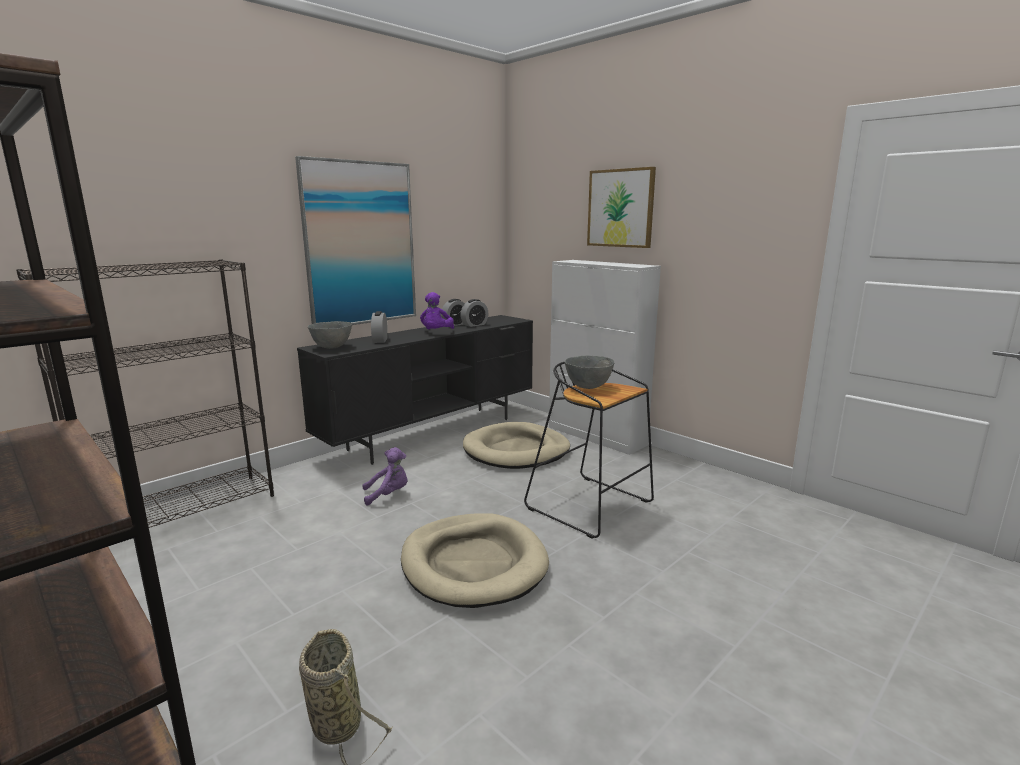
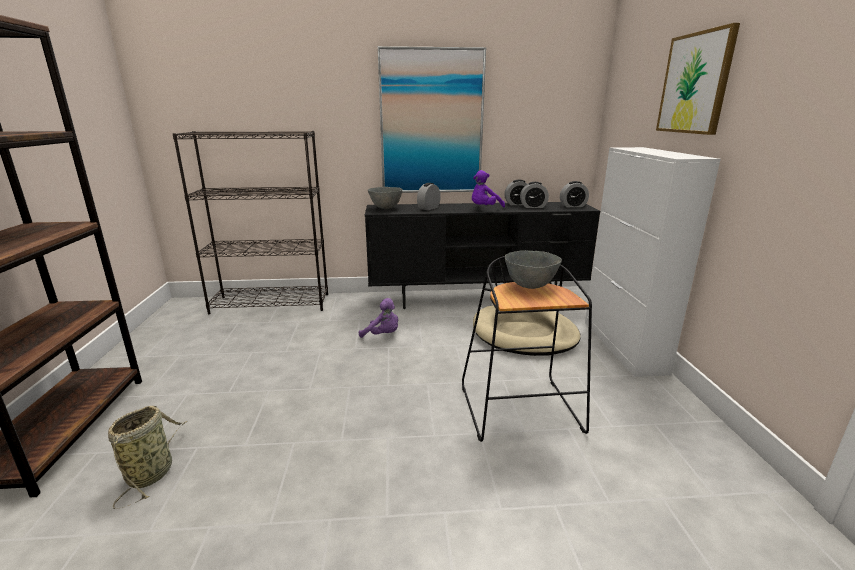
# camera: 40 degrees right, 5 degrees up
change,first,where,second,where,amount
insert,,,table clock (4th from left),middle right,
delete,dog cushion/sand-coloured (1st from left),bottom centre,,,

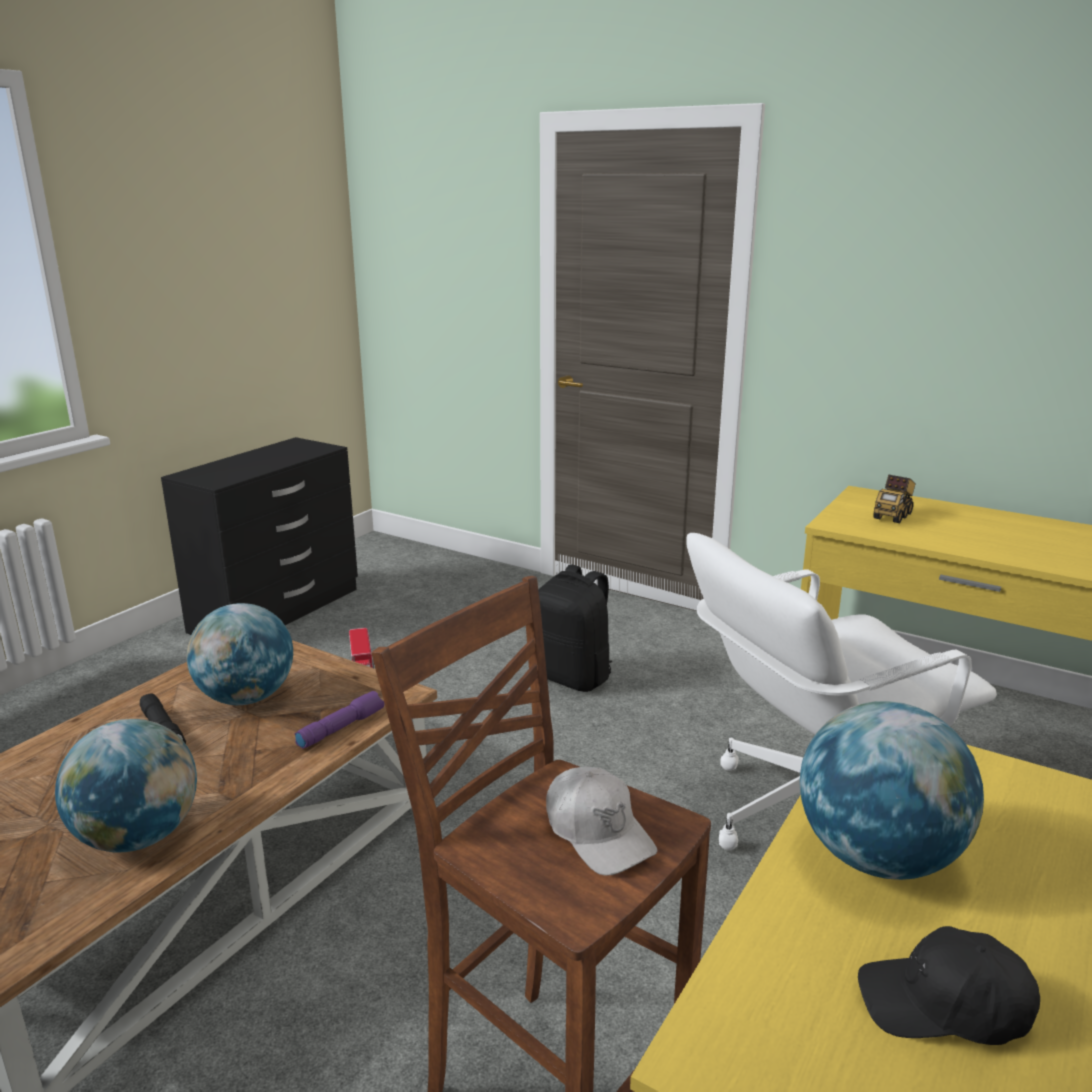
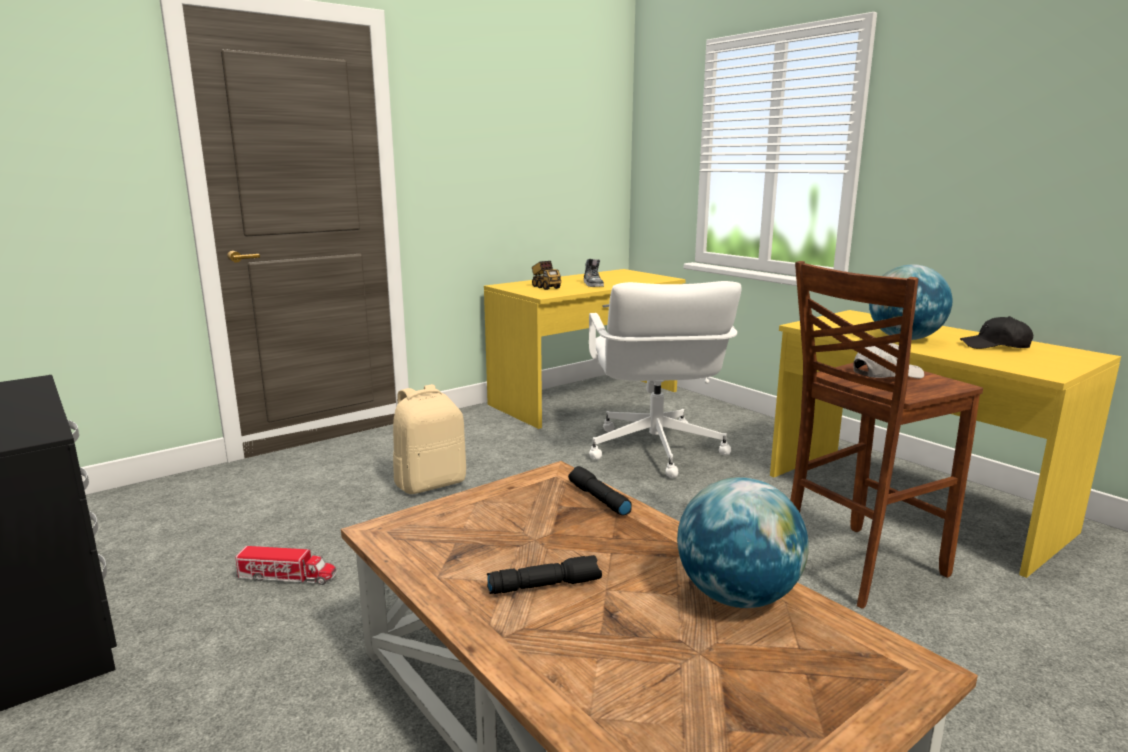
# camera: 70 degrees left, 5 degrees down
change,first,where,second,where,amount
recolor,rucksack/blackish,centre,rucksack/sand-coloured,centre,
recolor,flashlight/purple,middle left,flashlight/blackish (2nd from left),centre,
insert,,,low shoe,centre,
rotate,baseball cap/blackish,bottom right,,middle right,75 degrees clockwise
delete,desk globe (2nd from left),middle left,,,

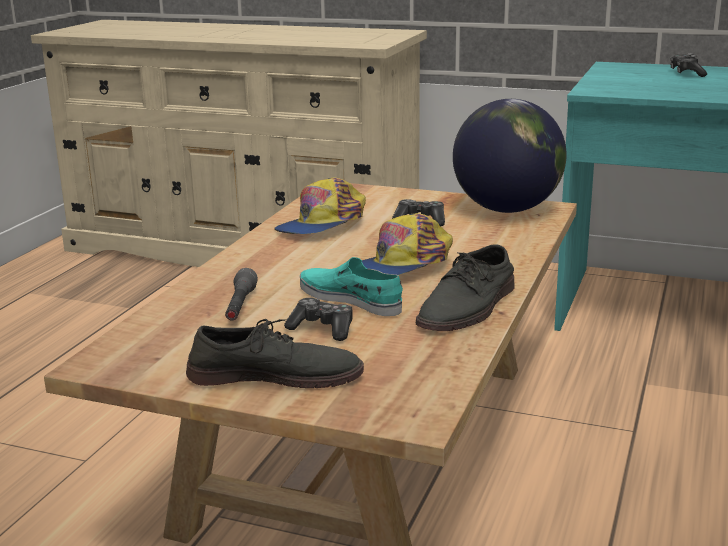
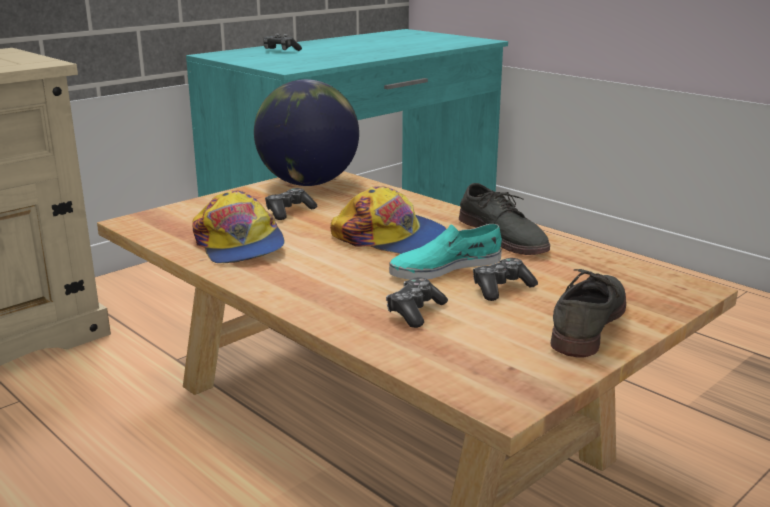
# camera: 65 degrees left, 0 degrees up
change,first,where,second,where,amount
rotate,baseball cap (2nd from left),centre,,centre,45 degrees counterclockwise
replace,flashlight/grey,middle left,game controller (3rd from left),centre,

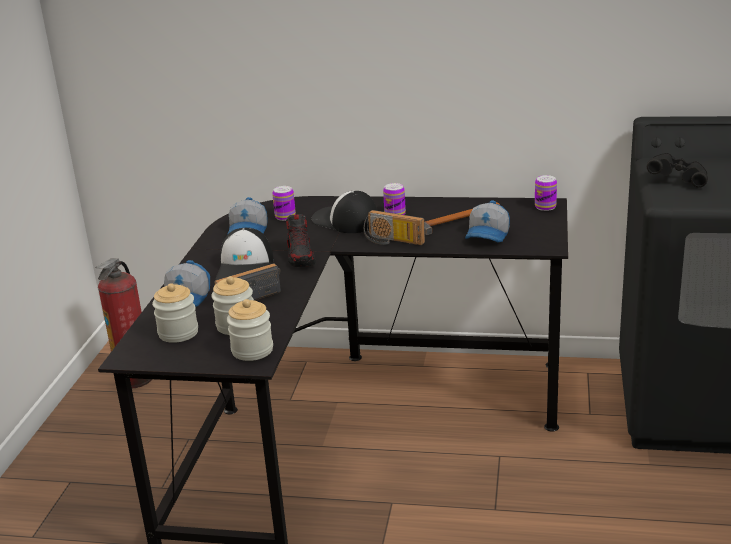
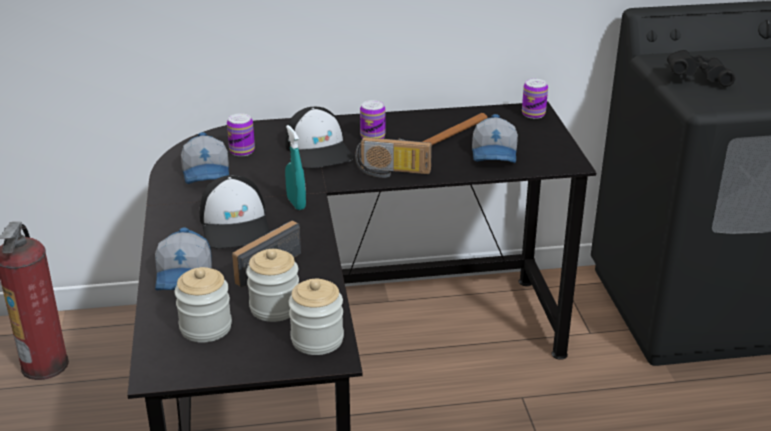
# camera: 20 degrees left, 5 degrees up
change,first,where,second,where,amount
rotate,baseball cap (4th from left),centre,,top centre,135 degrees counterclockwise
replace,low shoe,centre,hand sprayer/blue-green,centre,

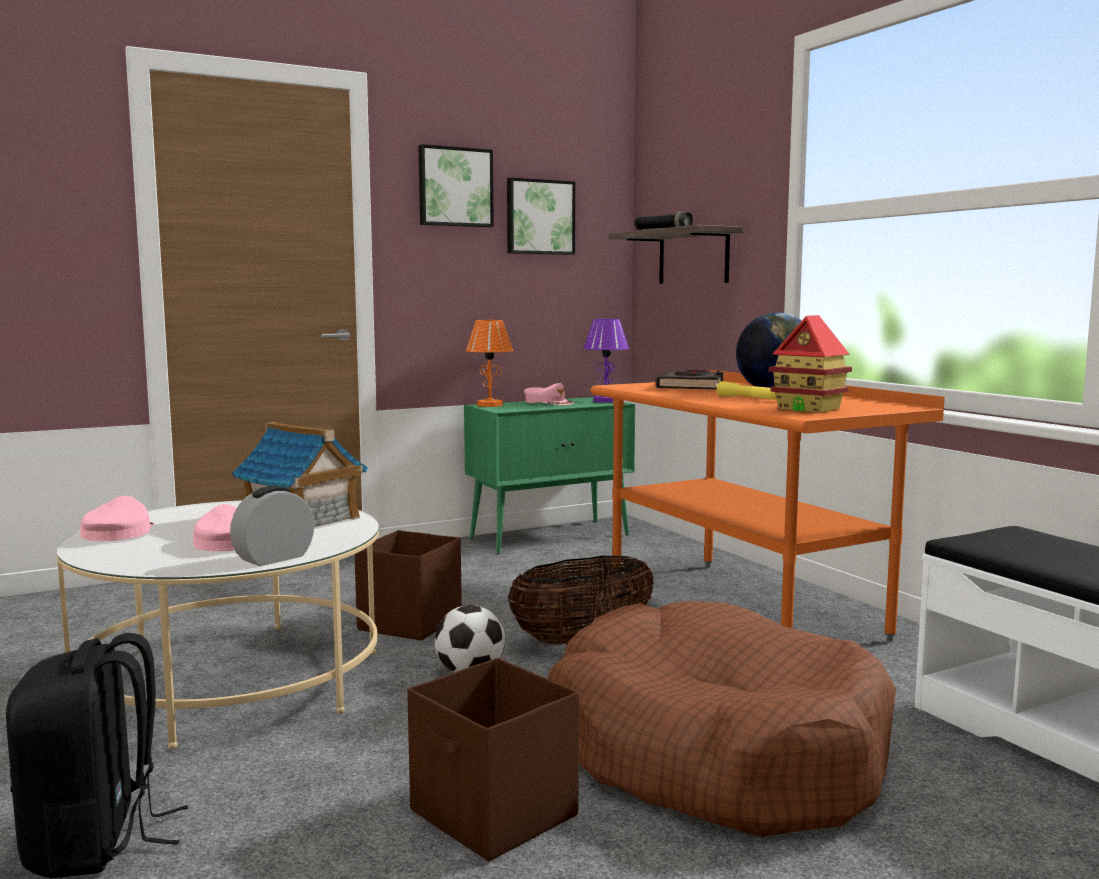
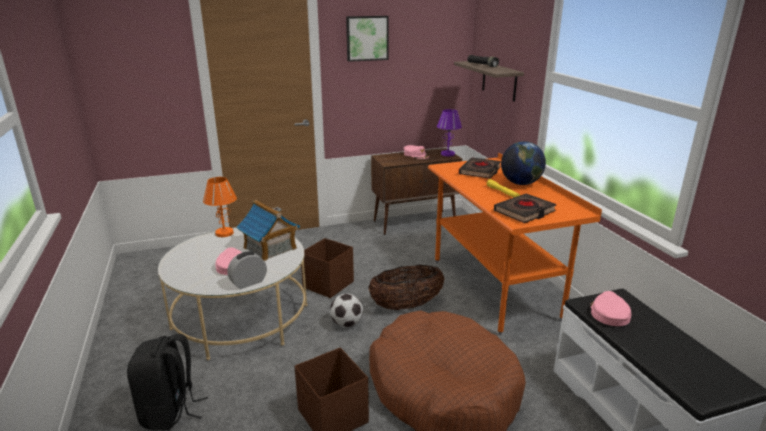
# camera: 10 degrees right, 15 degrees up
change,first,where,second,where,amount
move,table lamp/orangey,centre,,middle left,
recolor,storage cabinet/green-coloured,centre,storage cabinet/brown,centre,
replace,miniature house (2nd from left),middle right,volume/blackish (2nd from left),middle right,
move,baseball cap/pinkish (1st from left in the first image),middle left,baseball cap/pinkish (3rd from left),bottom right,
delete,wall picture (2nd from left),top centre,,,

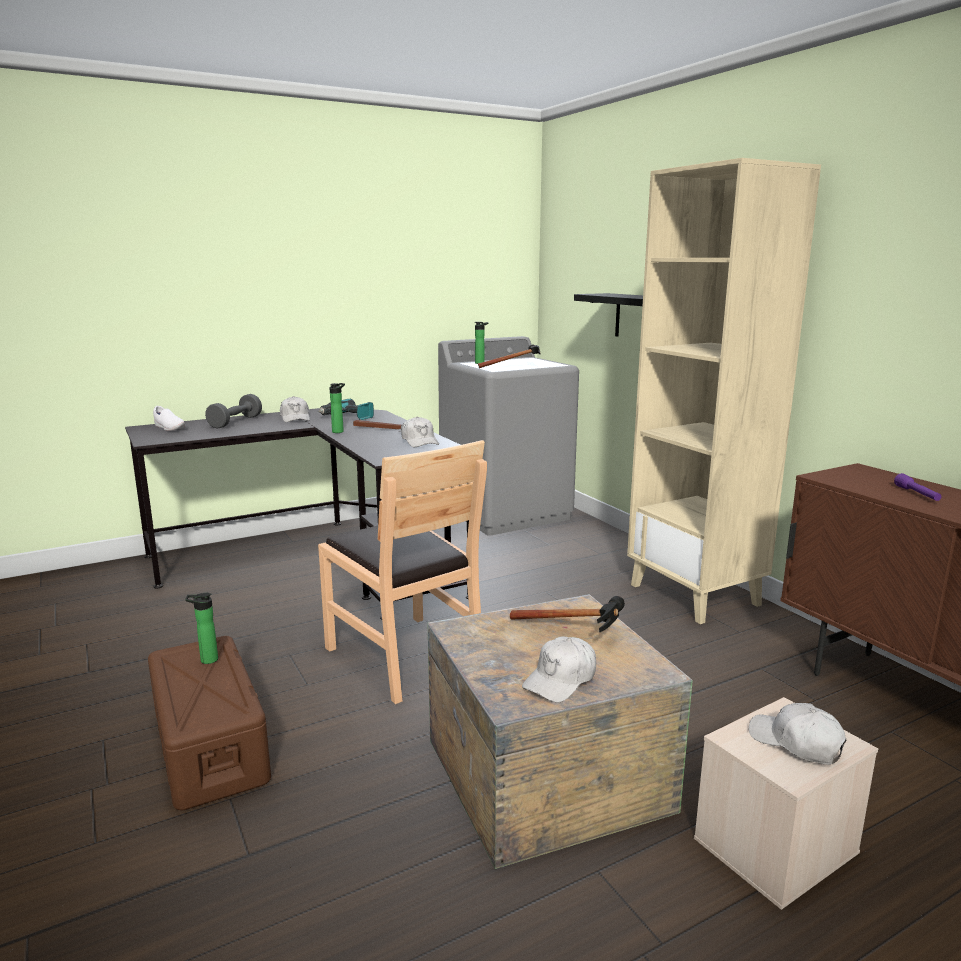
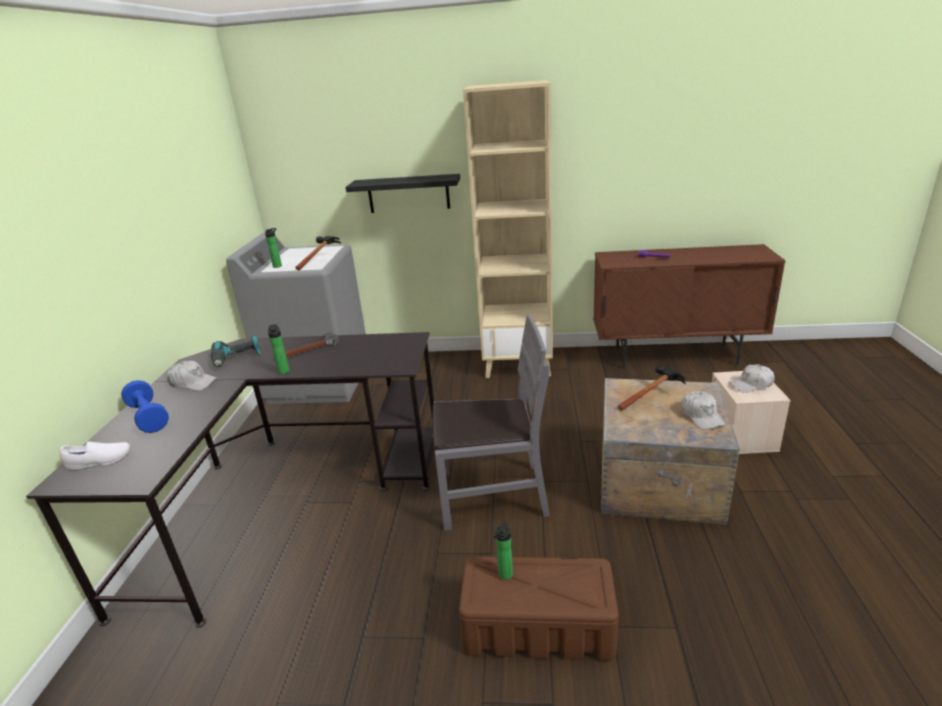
# camera: 55 degrees left, 10 degrees up
change,first,where,second,where,amount
recolor,free weight/grey,middle left,free weight/bluish,middle left,
recolor,upright chair/brown,centre,upright chair/grey,centre,
delete,baseball cap/white (2nd from left),centre,,,

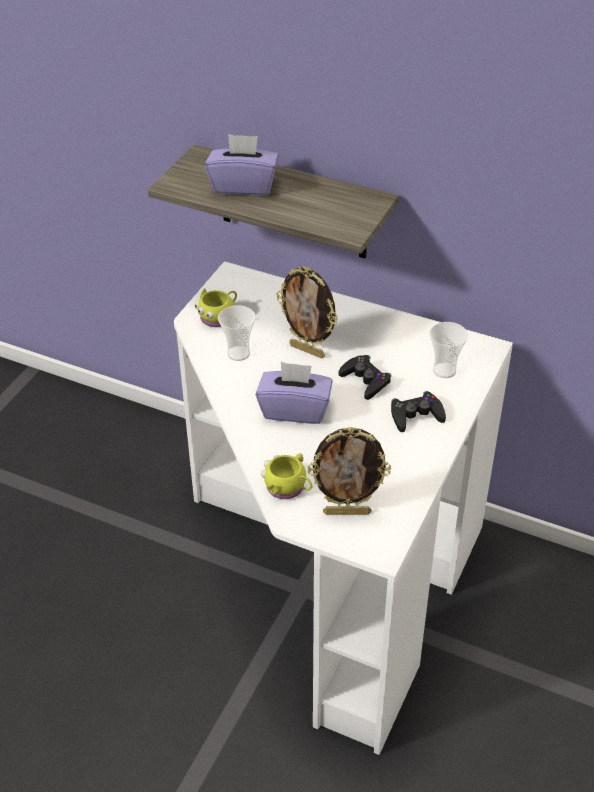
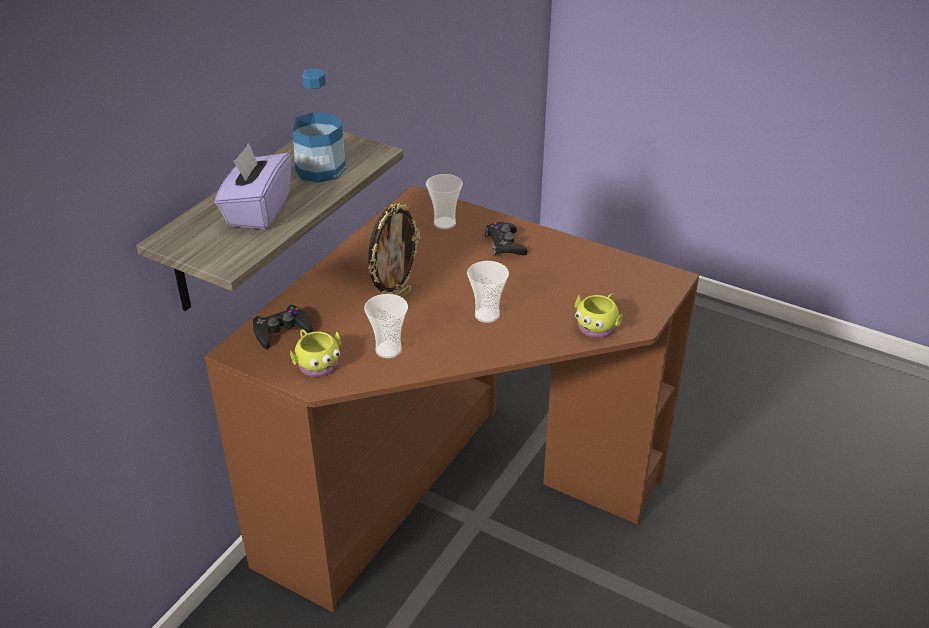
# camera: 85 degrees left, 5 degrees down
change,first,where,second,where,amount
recolor,desk/white,centre,desk/brown,centre,
move,game controller/blackish (1st from left),centre,,middle left,
insert,,,beverage bottle,top centre,
replace,tissue box/purple (2nd from left),centre,small cup (3rd from left),centre,
delete,standing frame (2nd from left),centre,,,

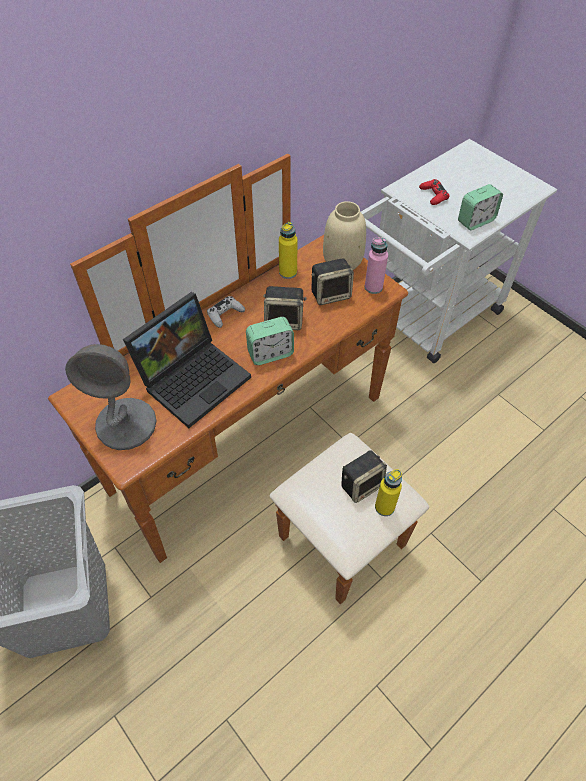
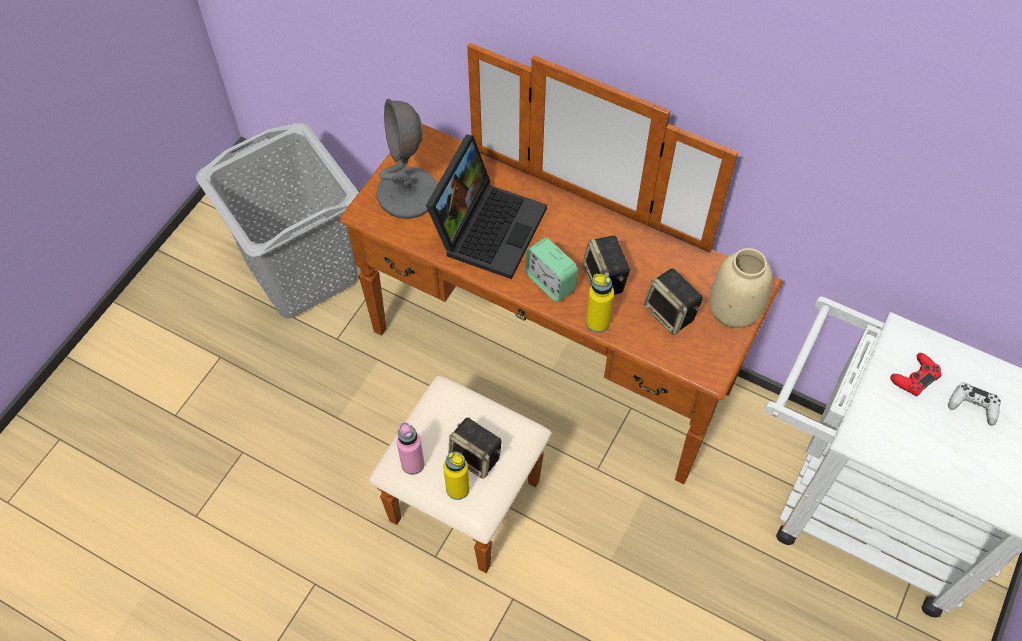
# camera: 70 degrees right, 5 degrees up
change,first,where,second,where,amount
move,beverage bottle/pinkish,centre,,bottom centre,
rotate,laptop,middle left,,top centre,90 degrees counterclockwise
move,beverage bottle/yellowish (1st from left in the first image),top centre,beverage bottle/yellowish (2nd from left),centre,
move,game controller/white,centre,,middle right,
delete,table clock (2nd from left),top right,,,

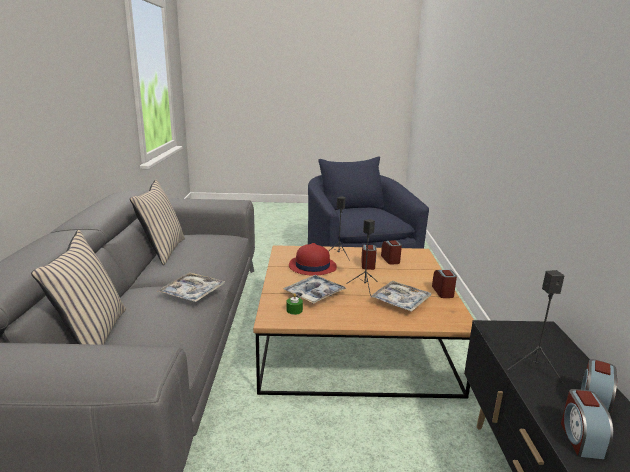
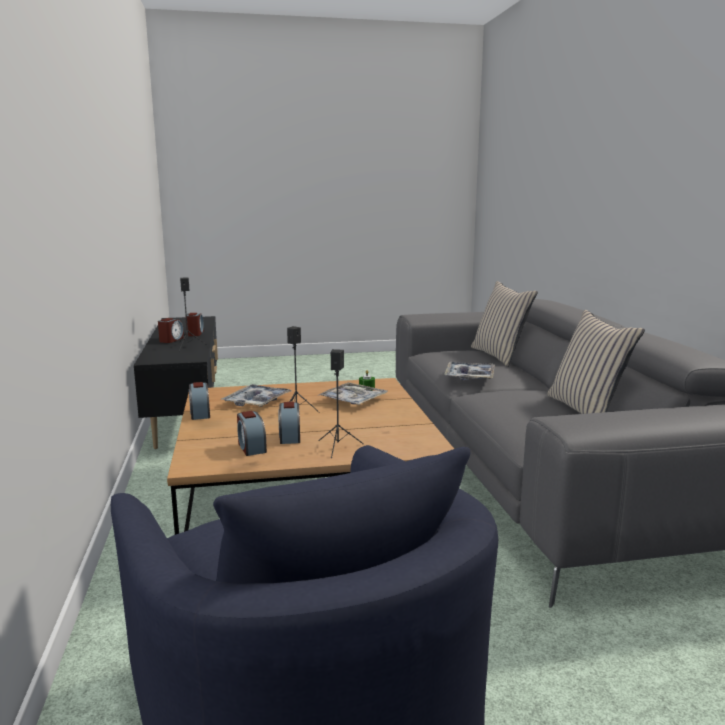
# camera: 170 degrees right, 5 degrees down
change,first,where,second,where,amount
delete,wearable hat/red-coloured,centre,,,

